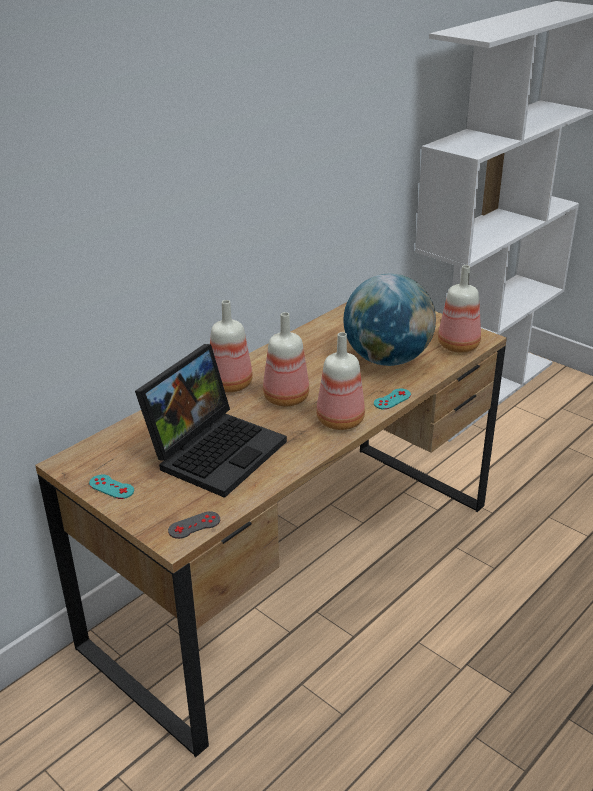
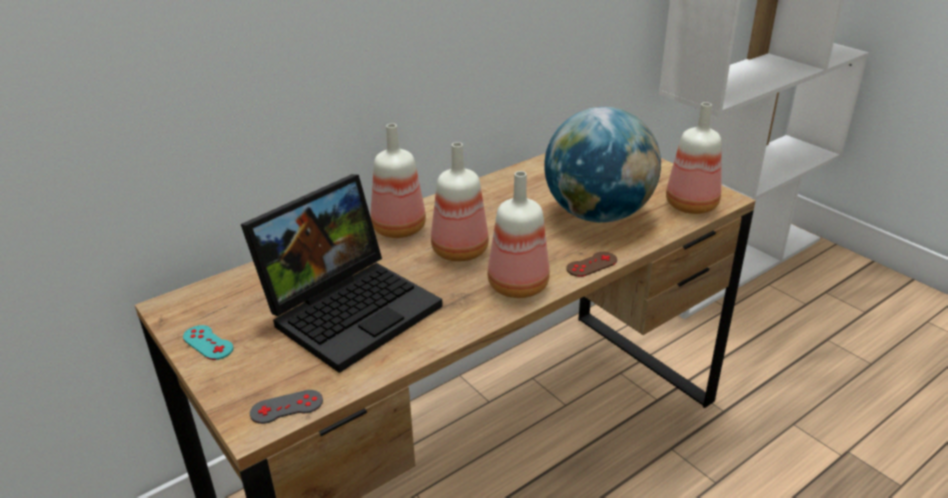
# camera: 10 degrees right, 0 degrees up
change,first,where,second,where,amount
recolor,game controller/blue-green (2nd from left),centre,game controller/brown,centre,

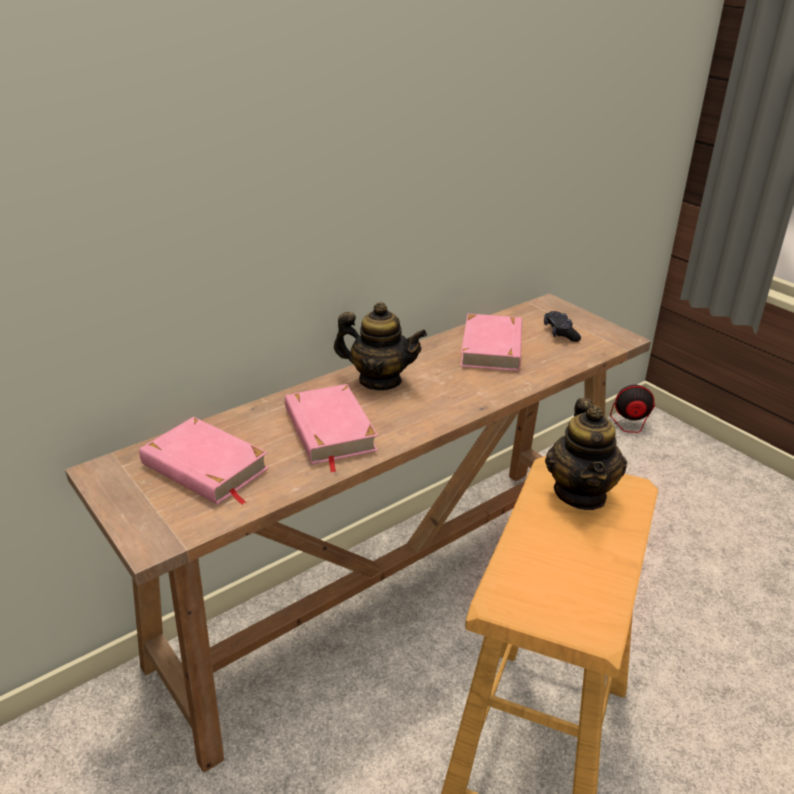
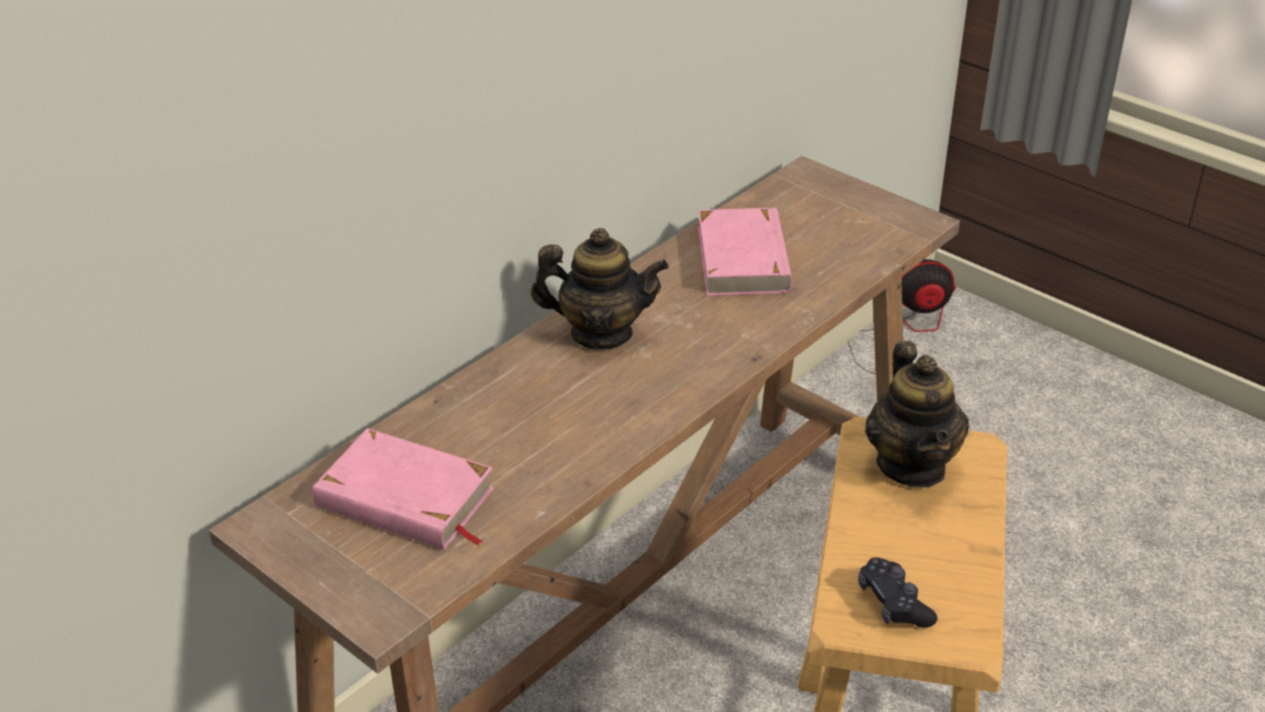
# camera: 10 degrees left, 5 degrees up
change,first,where,second,where,amount
move,game controller/blackish,middle right,,bottom right,
delete,volume/pinkish (2nd from left),centre,,,

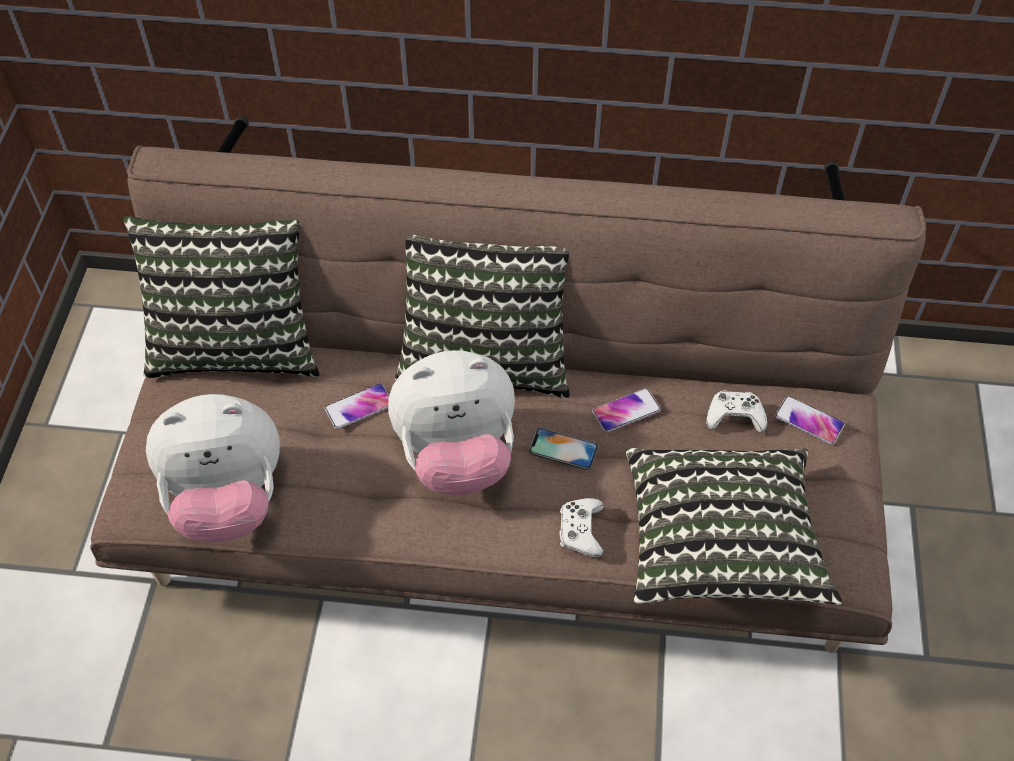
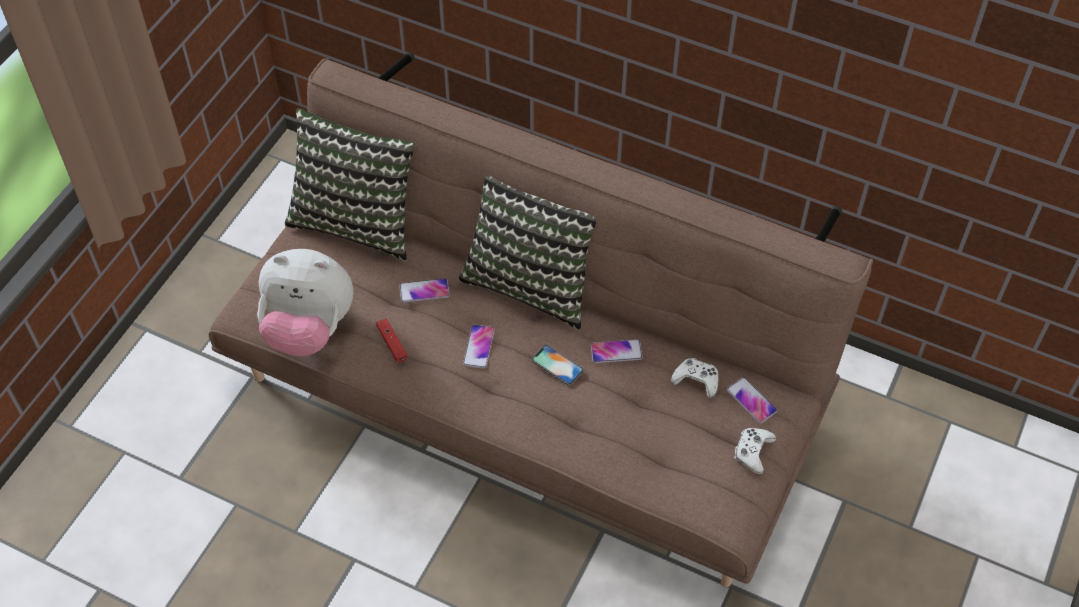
# camera: 20 degrees right, 0 degrees up
change,first,where,second,where,amount
insert,,,game controller/red-coloured,centre,
replace,cuddly toy (2nd from left),centre,phone (2nd from left),centre,
move,game controller/white (1st from left in the first image),bottom centre,game controller/white (2nd from left),bottom right,
delete,cushion (3rd from left),bottom right,,,

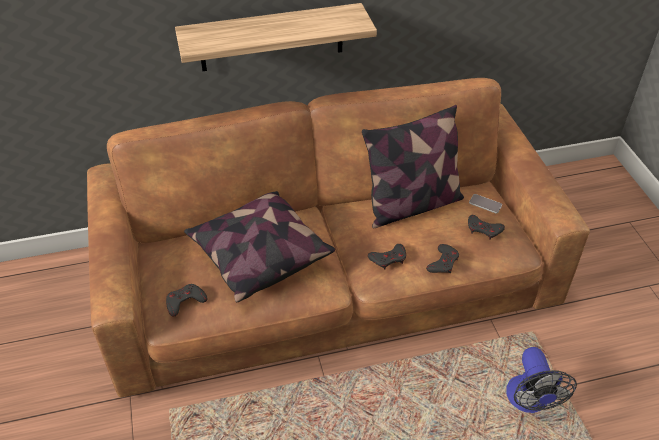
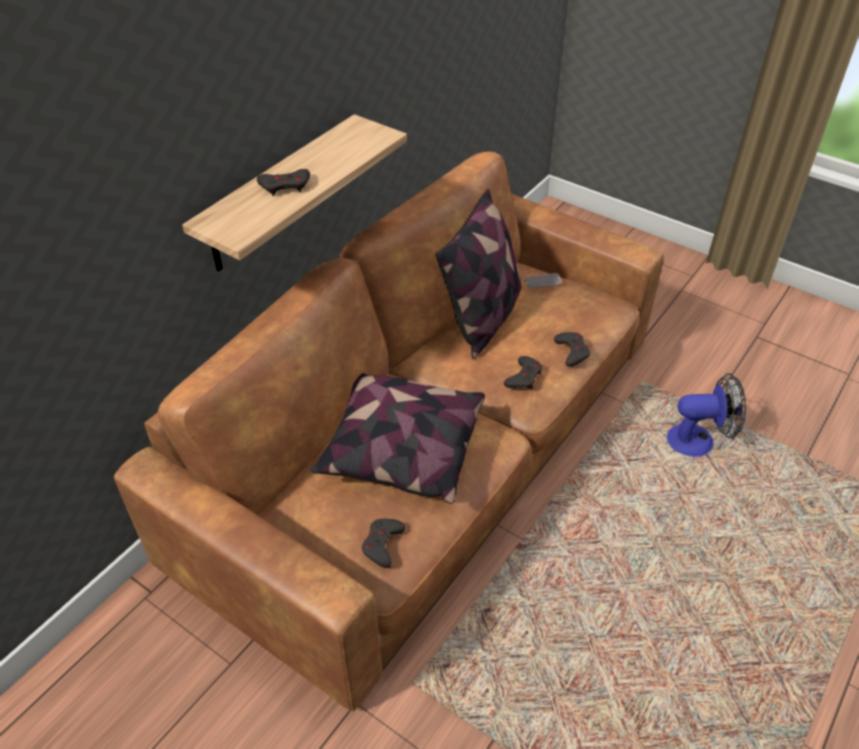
# camera: 40 degrees left, 0 degrees up
change,first,where,second,where,amount
move,game controller/grey (4th from left in the first image),middle right,game controller/grey (1st from left),top left,
rotate,fan,bottom right,,middle right,45 degrees counterclockwise

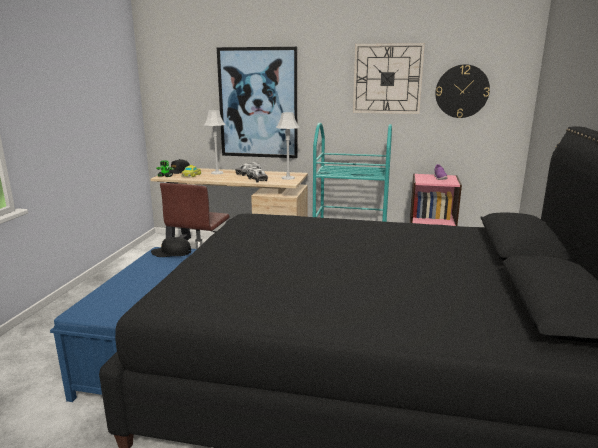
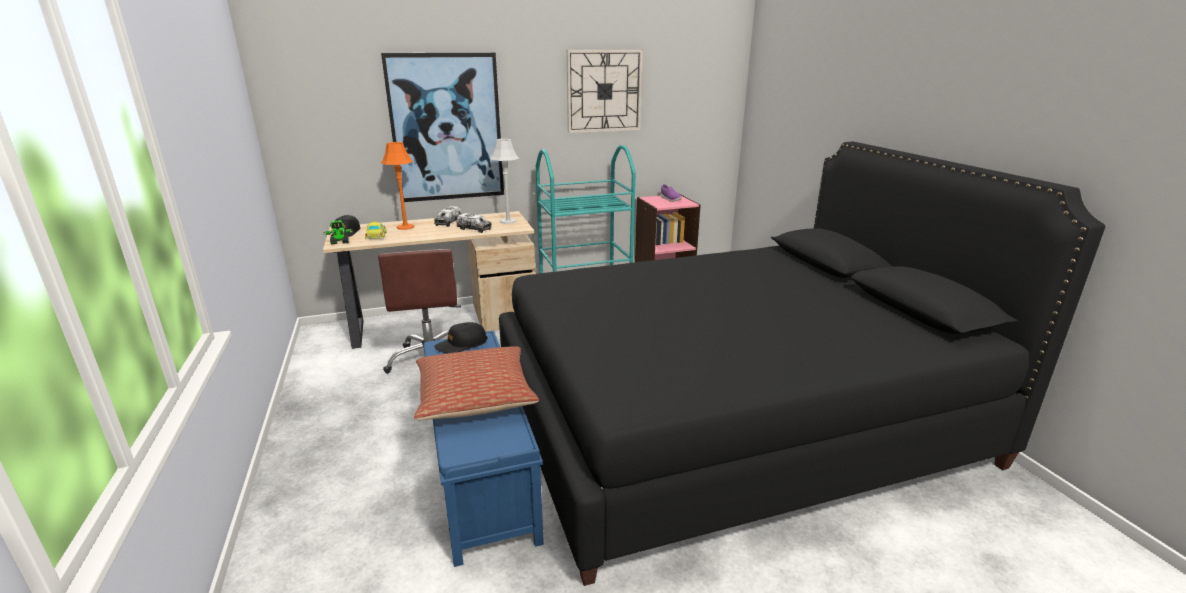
# camera: 30 degrees left, 5 degrees up
change,first,where,second,where,amount
recolor,table lamp/grey (1st from left),top centre,table lamp/orangey,top centre,
insert,,,cushion,centre,
delete,clock on the wall (2nd from left),top right,,,

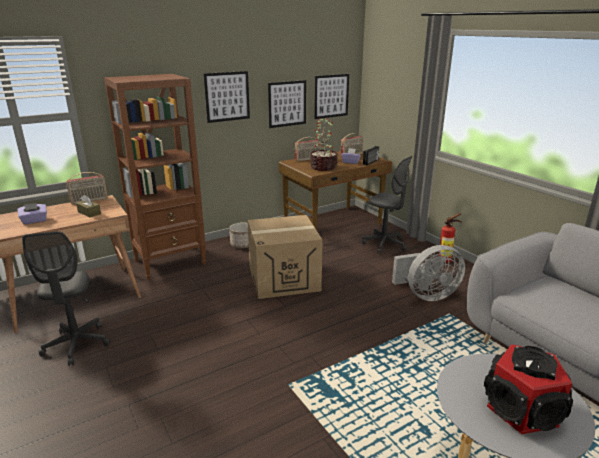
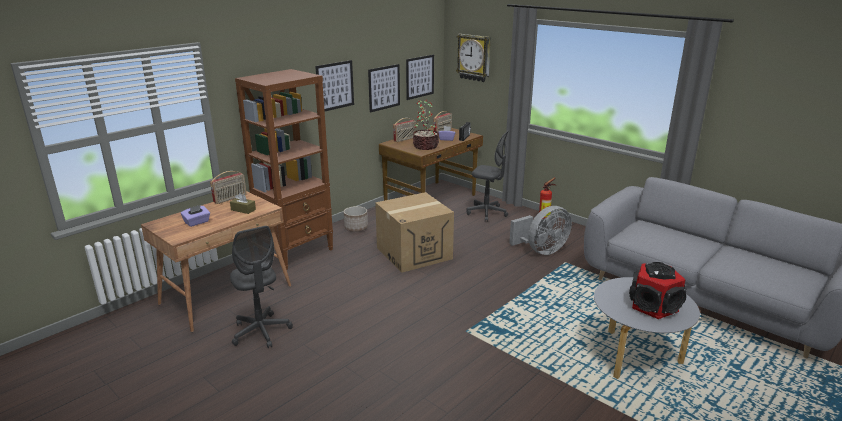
# camera: 15 degrees left, 0 degrees up
change,first,where,second,where,amount
insert,,,clock on the wall,top centre,

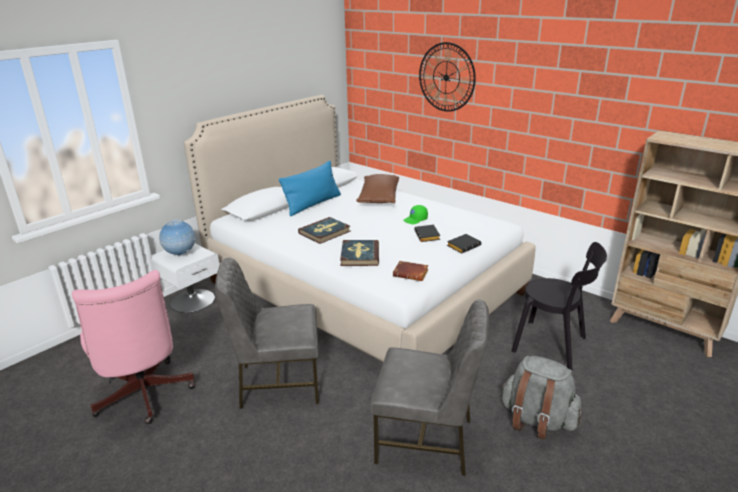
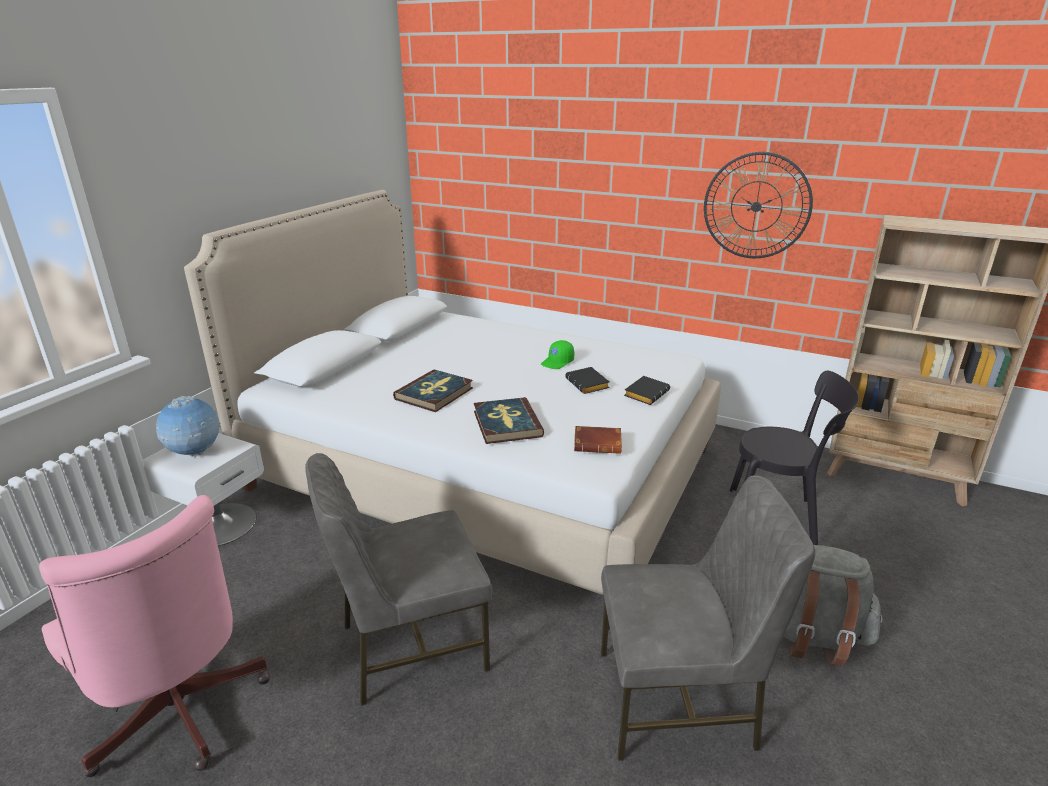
# camera: 15 degrees left, 0 degrees up
change,first,where,second,where,amount
move,clock on the wall,top centre,,top right,
delete,cushion/bluish,centre,,,
delete,cushion/brown,centre,,,

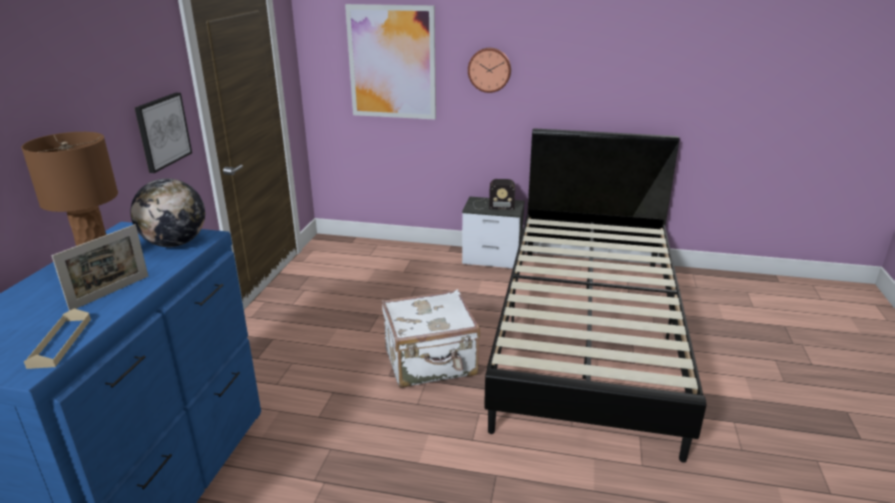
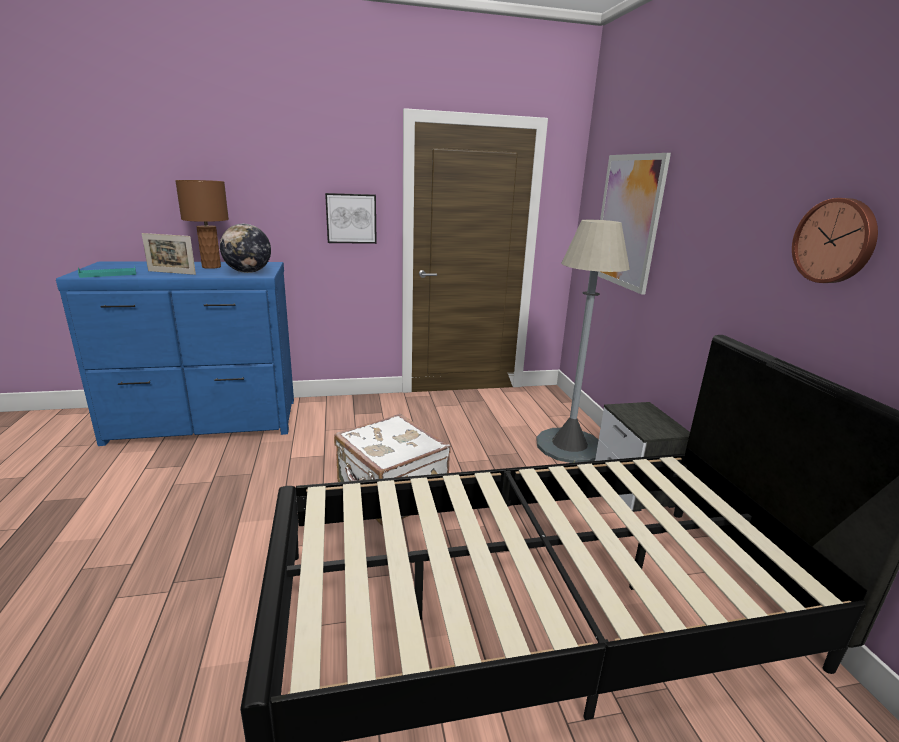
# camera: 65 degrees right, 5 degrees down
change,first,where,second,where,amount
recolor,serving tray/sand-coloured,bottom left,serving tray/blue-green,middle left,
insert,,,floor lamp/grey,centre,
move,clock on the wall,top centre,,top right,
delete,radio set,centre,,,

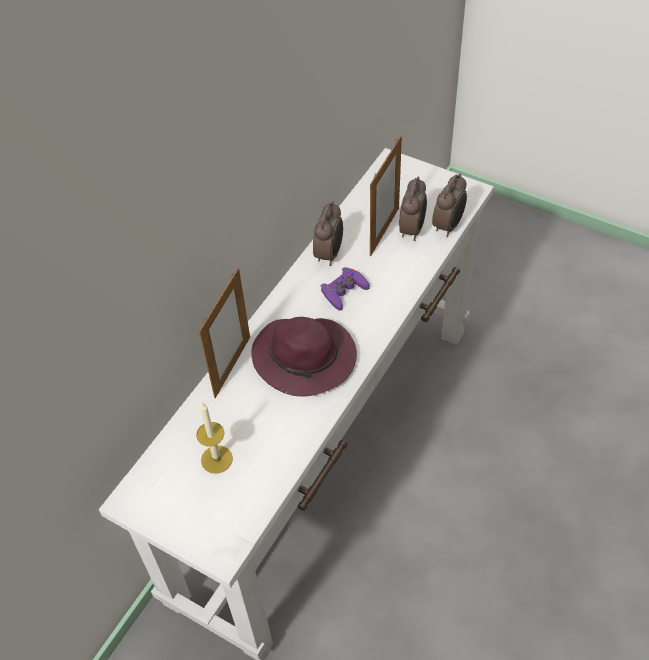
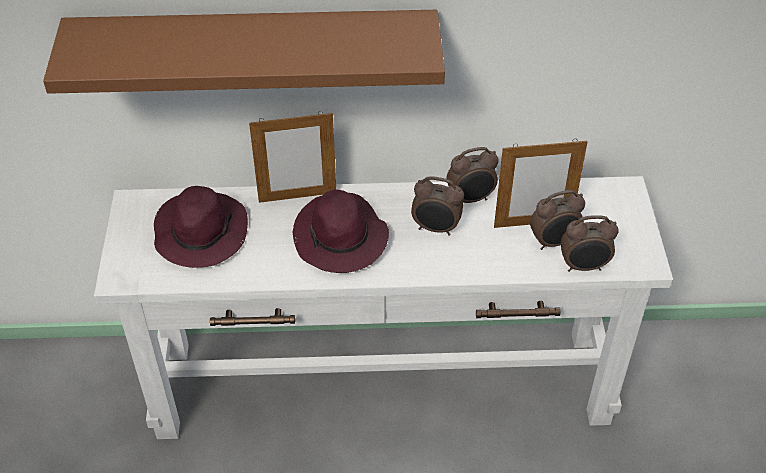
# camera: 55 degrees right, 5 degrees down
change,first,where,second,where,amount
insert,,,bracket shelf/brown,top left,
replace,wax light,middle left,wearable hat/purple (1st from left),middle left,
replace,game controller/purple,centre,table clock (1st from left),centre,

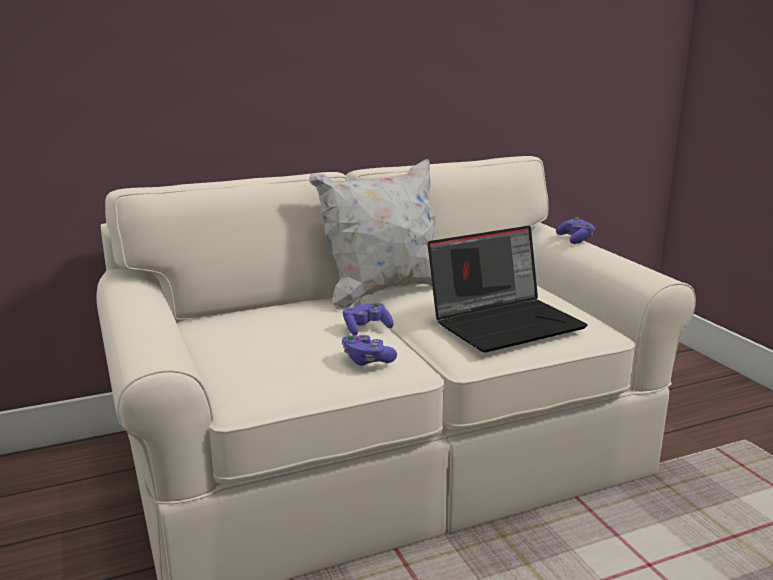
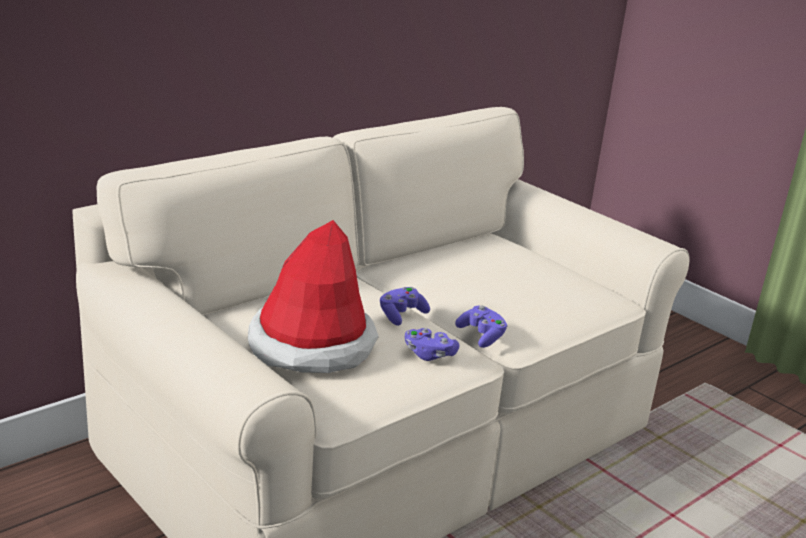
# camera: 20 degrees left, 5 degrees up
change,first,where,second,where,amount
insert,,,wearable hat,centre,
move,game controller/purple (3rd from left),middle right,,centre,
delete,cushion/white,centre,,,
delete,laptop,centre,,,

